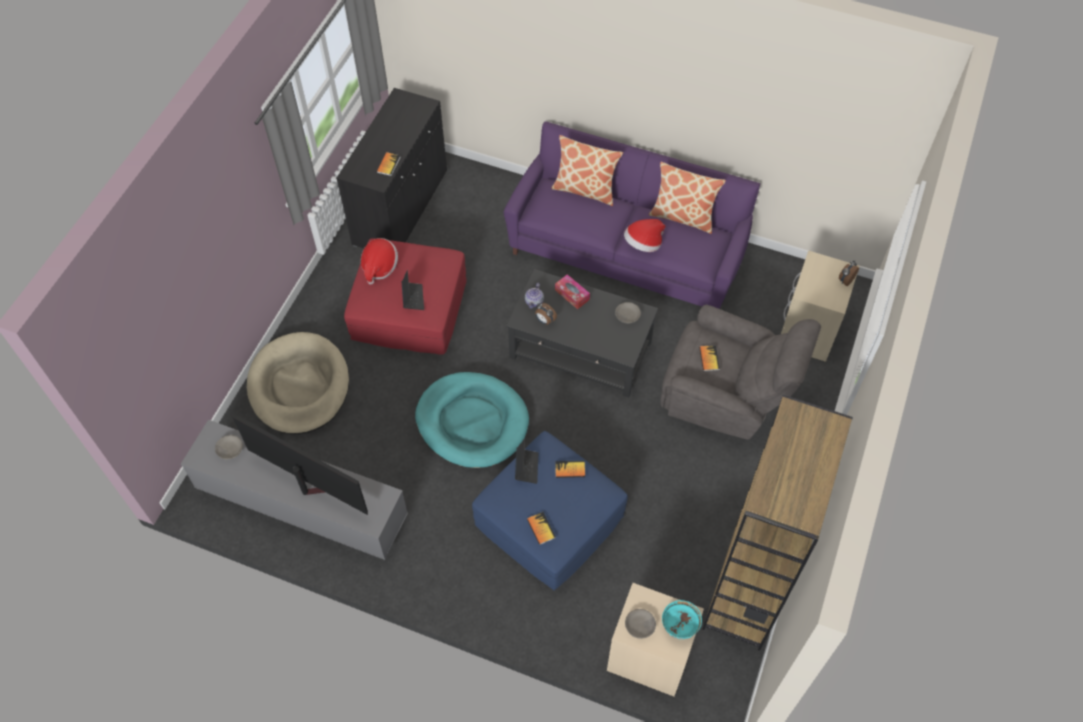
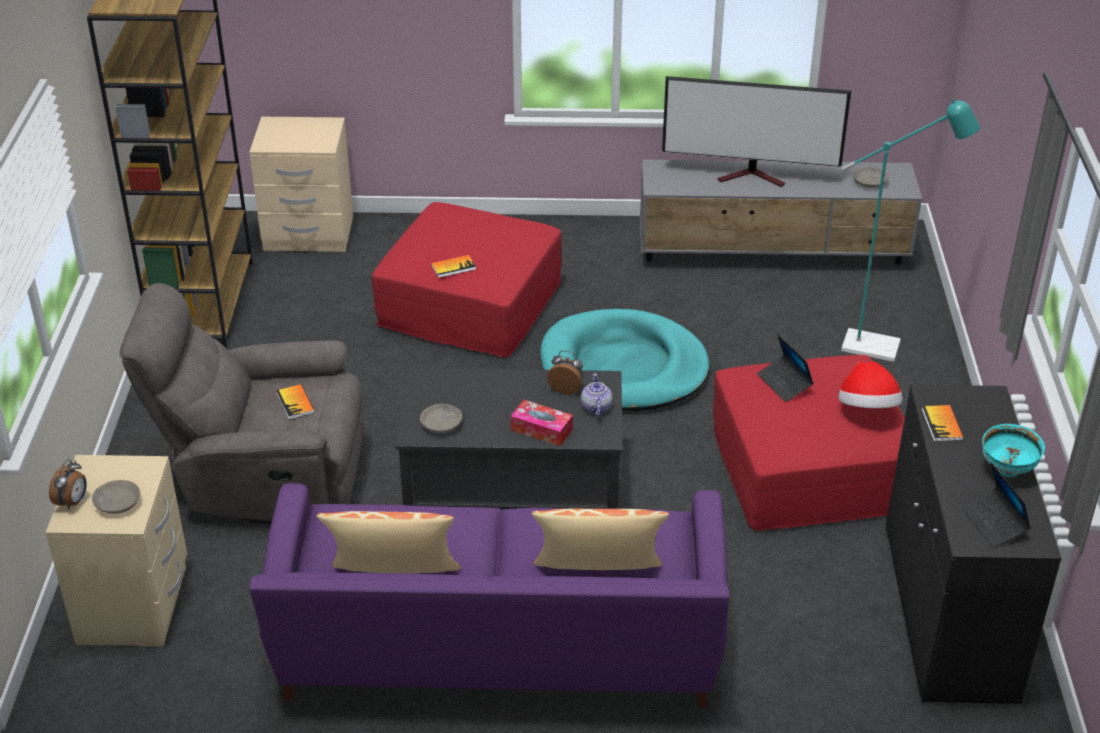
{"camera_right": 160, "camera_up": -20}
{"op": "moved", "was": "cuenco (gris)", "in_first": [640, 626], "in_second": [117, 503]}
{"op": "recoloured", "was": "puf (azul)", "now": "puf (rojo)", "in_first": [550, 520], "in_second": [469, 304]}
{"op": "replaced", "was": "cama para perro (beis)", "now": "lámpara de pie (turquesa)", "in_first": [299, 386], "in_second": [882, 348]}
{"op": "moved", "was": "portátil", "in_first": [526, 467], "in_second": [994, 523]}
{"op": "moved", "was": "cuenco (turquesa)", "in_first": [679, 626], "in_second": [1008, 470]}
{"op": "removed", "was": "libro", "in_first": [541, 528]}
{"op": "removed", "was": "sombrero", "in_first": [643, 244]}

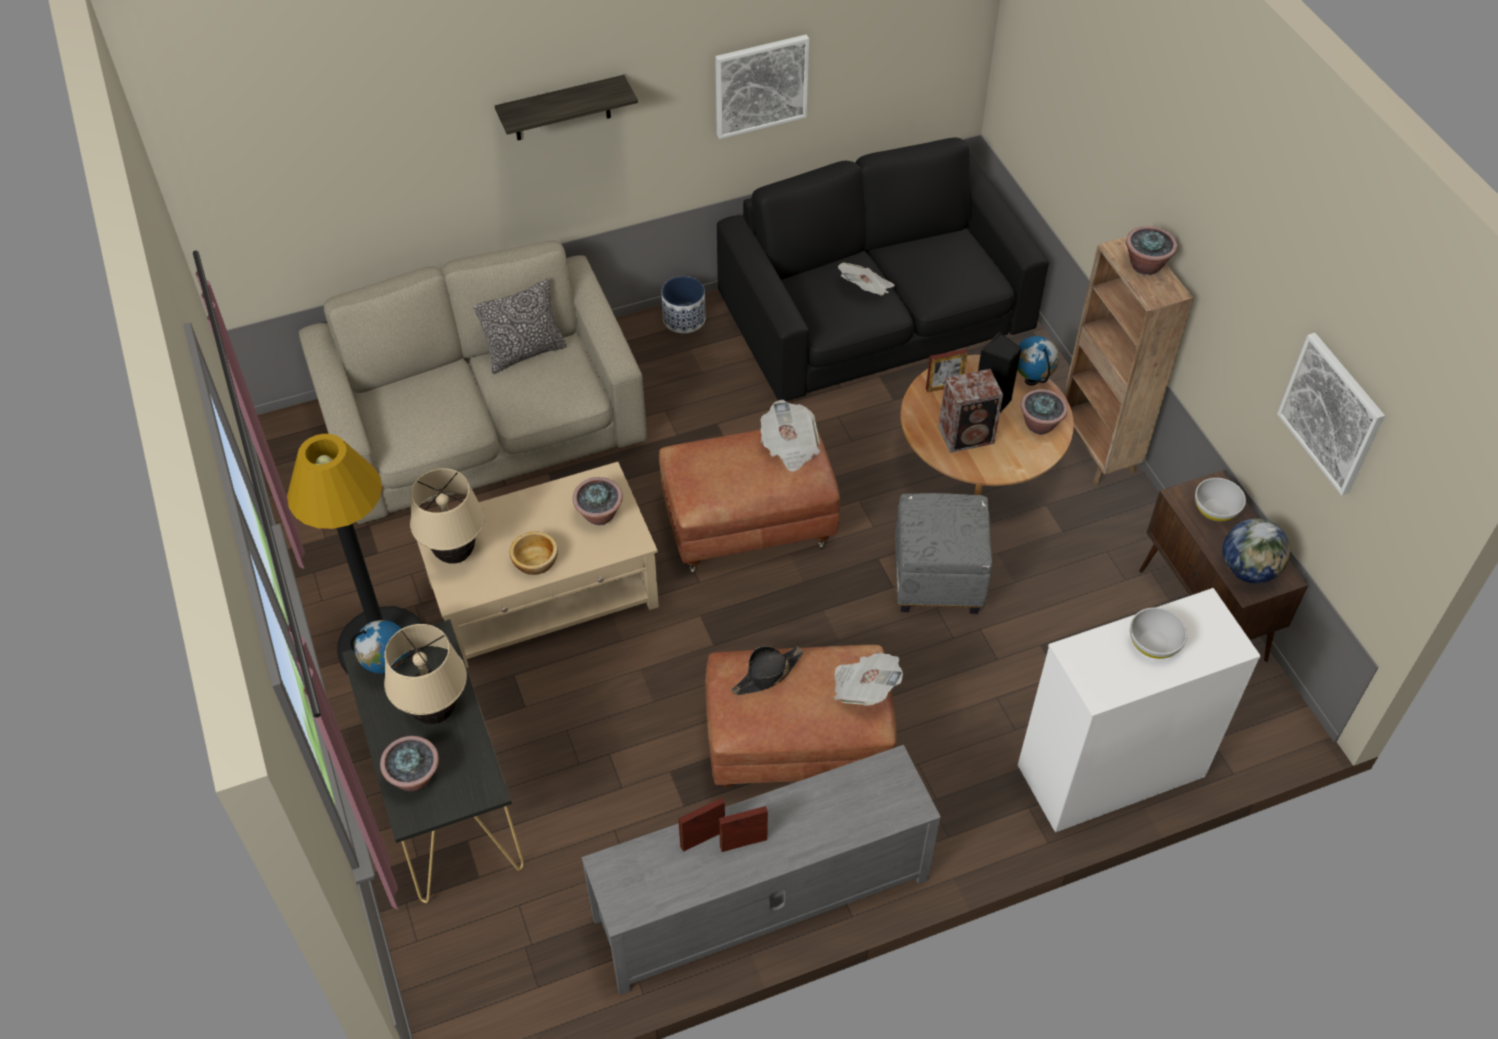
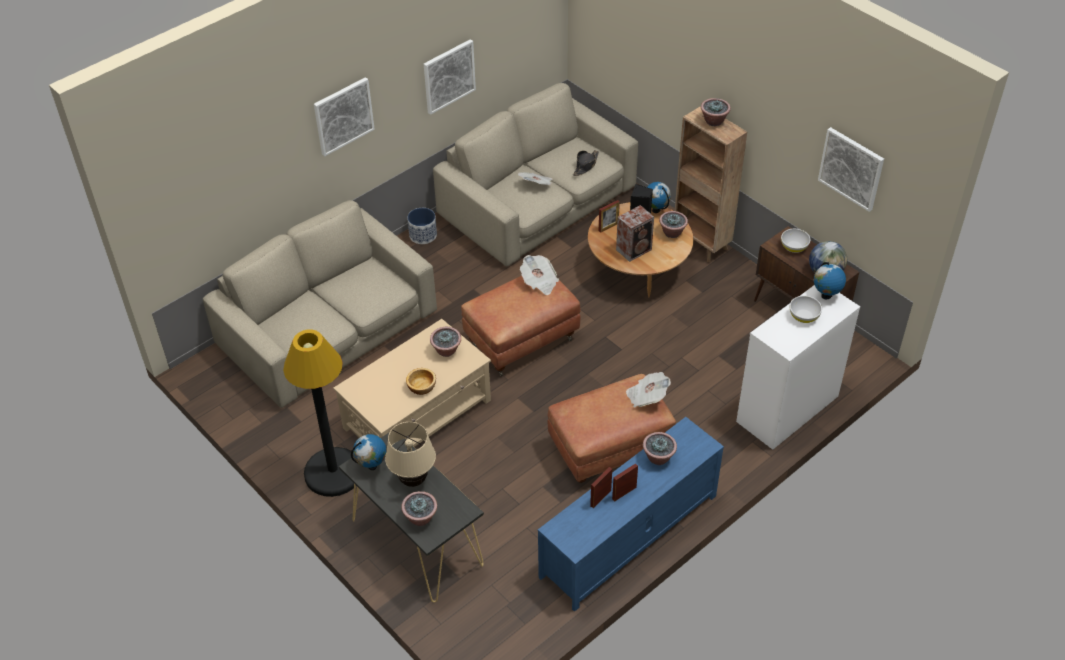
{"camera_right": -20, "camera_up": -5}
{"op": "replaced", "was": "estante", "now": "cuadro", "in_first": [561, 109], "in_second": [343, 116]}
{"op": "recoloured", "was": "sofá (negro)", "now": "sofá (beis)", "in_first": [876, 315], "in_second": [538, 202]}
{"op": "recoloured", "was": "mueble de televisión (gris)", "now": "mueble de televisión (azul)", "in_first": [760, 900], "in_second": [628, 536]}
{"op": "moved", "was": "sombrero (negro)", "in_first": [767, 674], "in_second": [585, 165]}
{"op": "added", "now": "planta en maceta", "in_second": [658, 457]}
{"op": "added", "now": "globo terráqueo", "in_second": [826, 296]}
{"op": "removed", "was": "lámpara de mesa (beis)", "in_first": [456, 554]}
{"op": "removed", "was": "cojín", "in_first": [525, 353]}
{"op": "removed", "was": "puf (gris)", "in_first": [938, 580]}

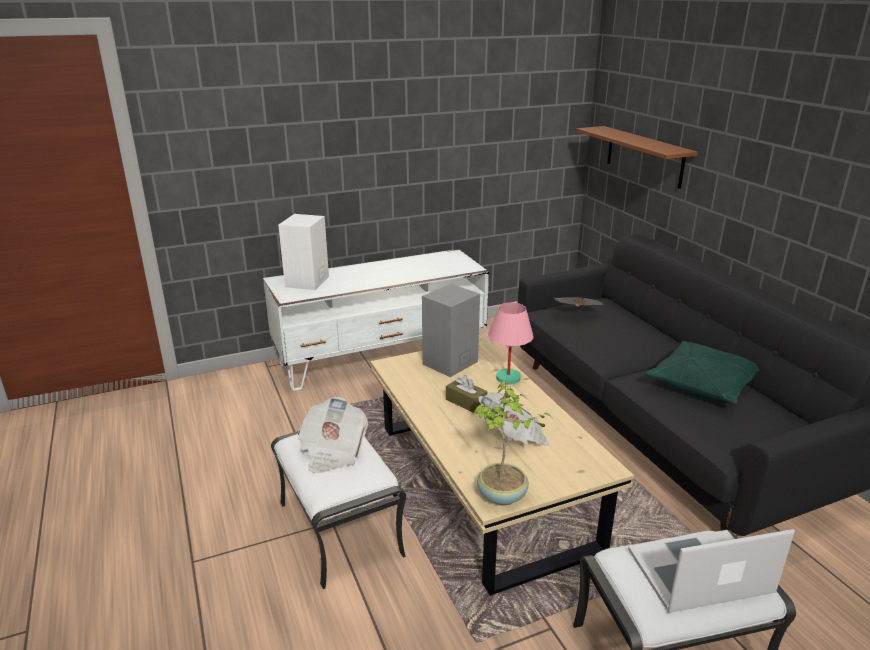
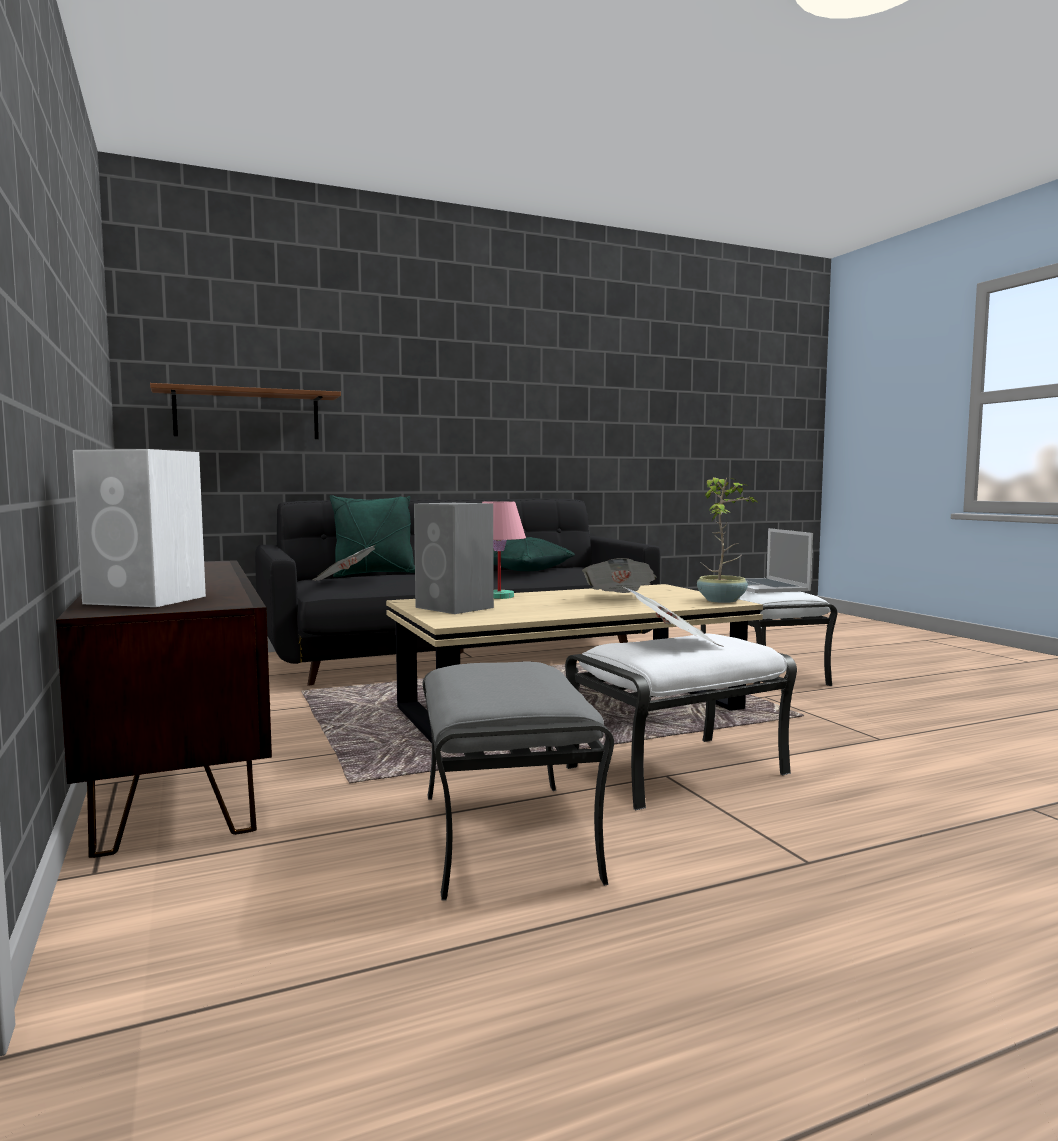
{"camera_right": -90, "camera_up": -20}
{"op": "recoloured", "was": "mueble de televisión (blanco)", "now": "mueble de televisión (marrón)", "in_first": [381, 357], "in_second": [181, 762]}
{"op": "added", "now": "cojín (verde)", "in_second": [374, 574]}
{"op": "added", "now": "puf (gris)", "in_second": [503, 834]}
{"op": "removed", "was": "caja de pañuelos (marrón)", "in_first": [466, 402]}

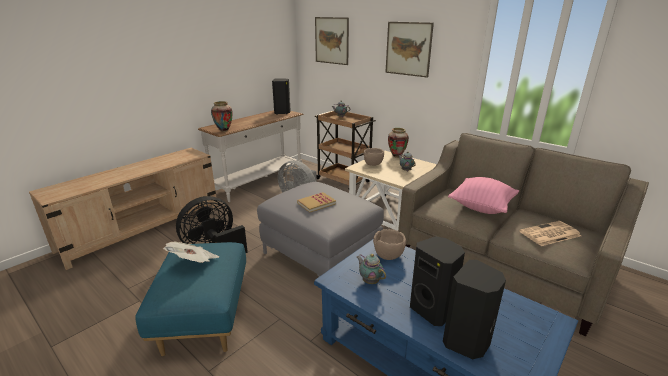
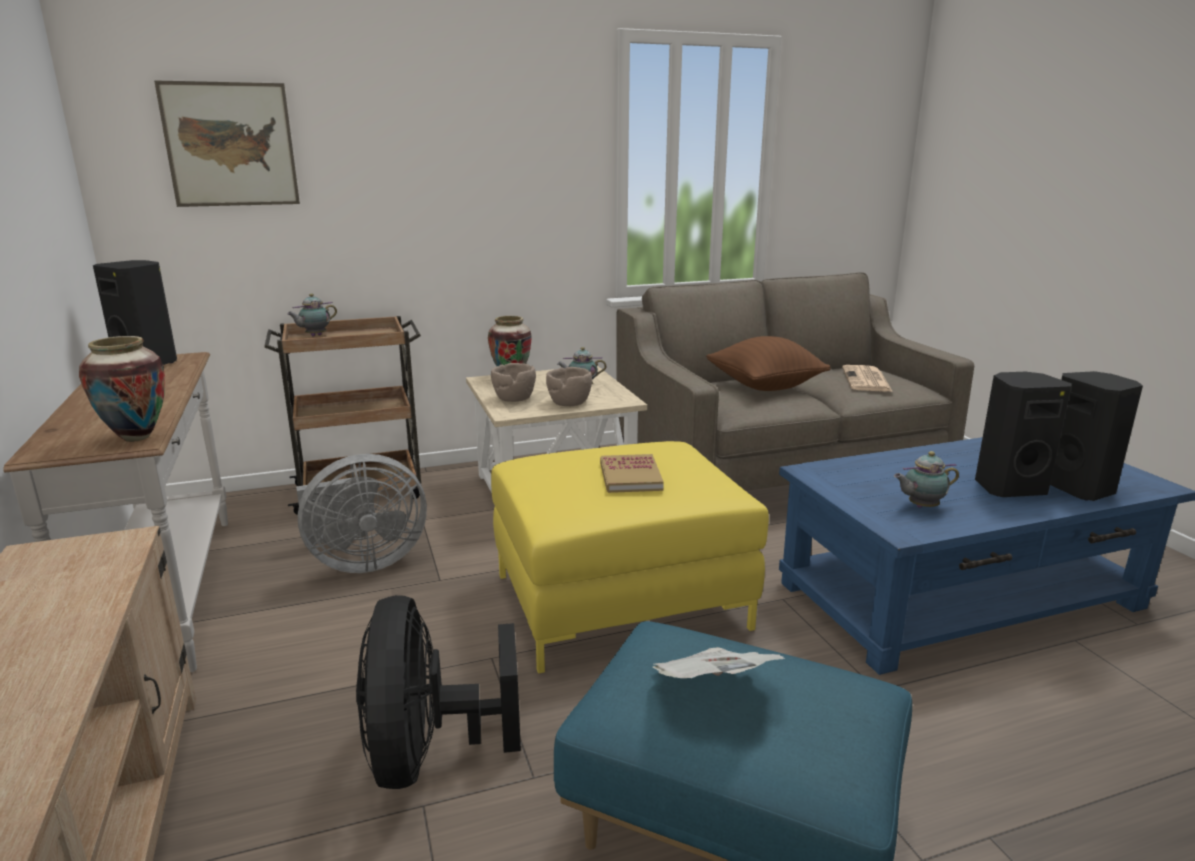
{"camera_right": -60, "camera_up": -5}
{"op": "recoloured", "was": "puf (gris)", "now": "puf (amarillo)", "in_first": [321, 255], "in_second": [619, 601]}
{"op": "moved", "was": "cuenco (marrón)", "in_first": [389, 255], "in_second": [569, 403]}
{"op": "recoloured", "was": "cojín (rosa)", "now": "cojín (marrón)", "in_first": [481, 207], "in_second": [764, 386]}
{"op": "removed", "was": "cuadro", "in_first": [408, 49]}

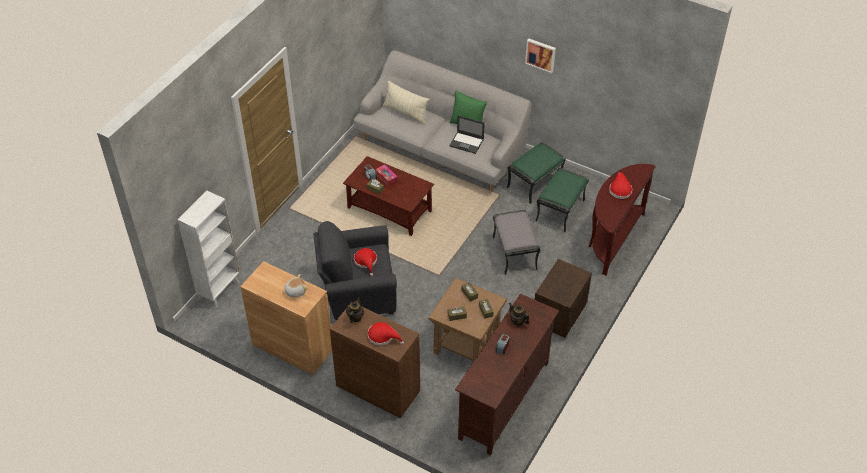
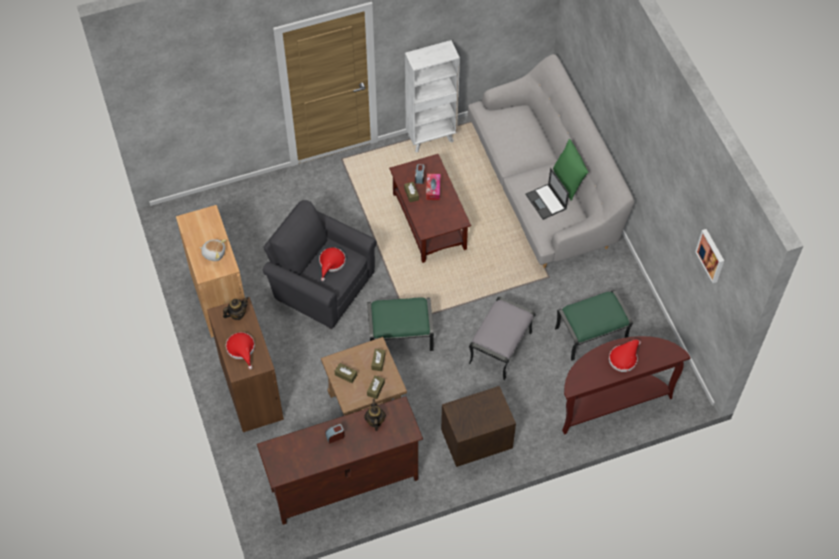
{"camera_right": 40, "camera_up": 10}
{"op": "moved", "was": "puf (verde)", "in_first": [534, 183], "in_second": [400, 336]}
{"op": "moved", "was": "estantería (blanco)", "in_first": [220, 290], "in_second": [431, 138]}
{"op": "moved", "was": "cuadro", "in_first": [541, 54], "in_second": [711, 255]}
{"op": "removed", "was": "cojín (beis)", "in_first": [405, 112]}

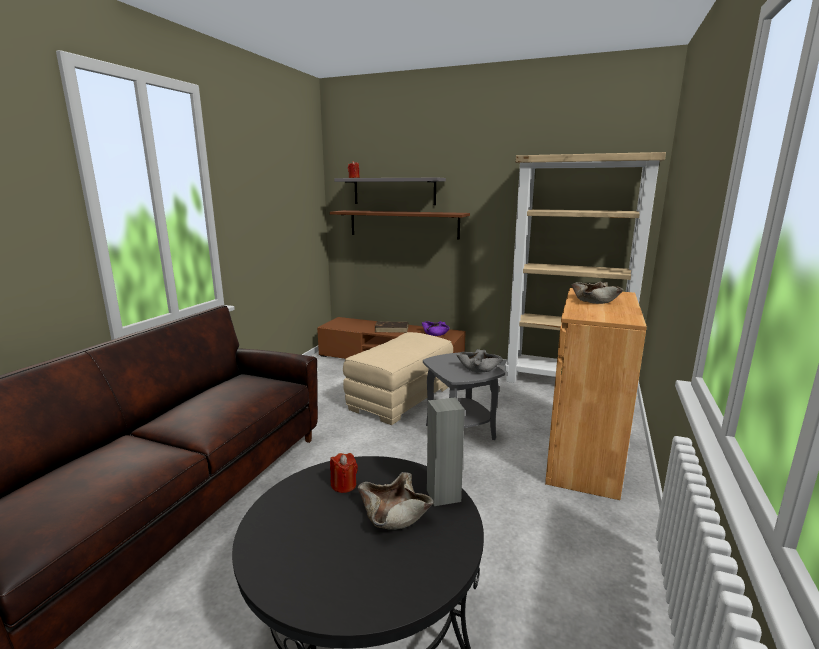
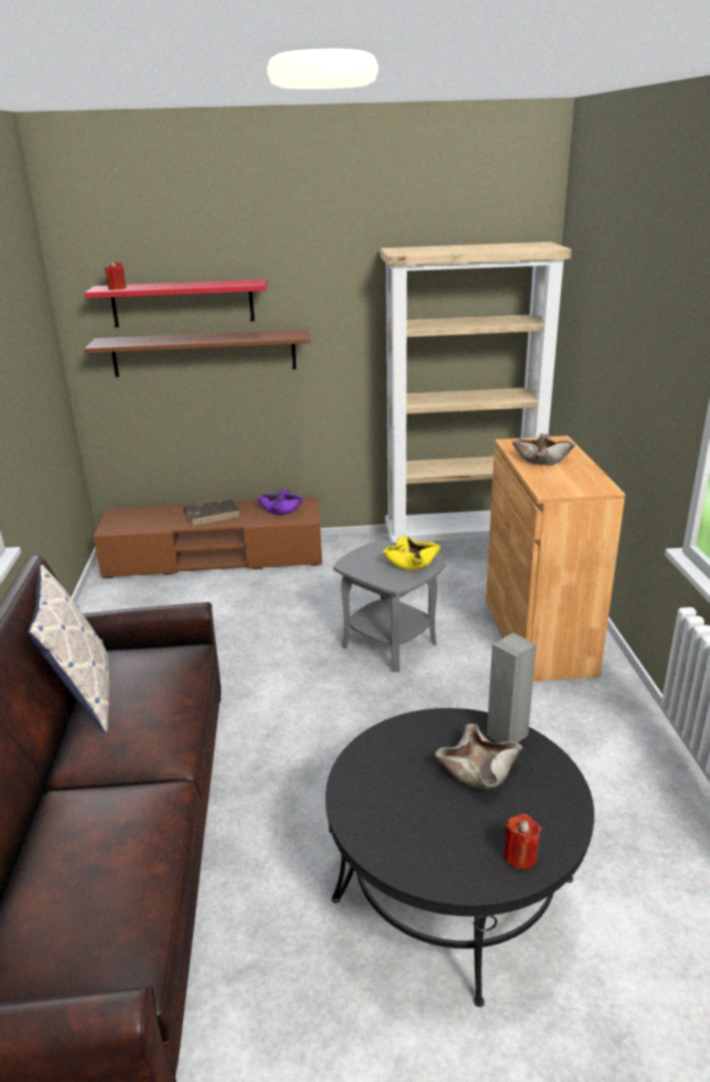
{"camera_right": -25, "camera_up": 10}
{"op": "added", "now": "cojín", "in_second": [84, 696]}
{"op": "recoloured", "was": "estante (gris)", "now": "estante (rojo)", "in_first": [394, 191], "in_second": [183, 303]}
{"op": "recoloured", "was": "cuenco (gris)", "now": "cuenco (amarillo)", "in_first": [479, 367], "in_second": [411, 562]}
{"op": "moved", "was": "vela (rojo)", "in_first": [344, 485], "in_second": [520, 856]}
{"op": "removed", "was": "puf (beis)", "in_first": [401, 398]}

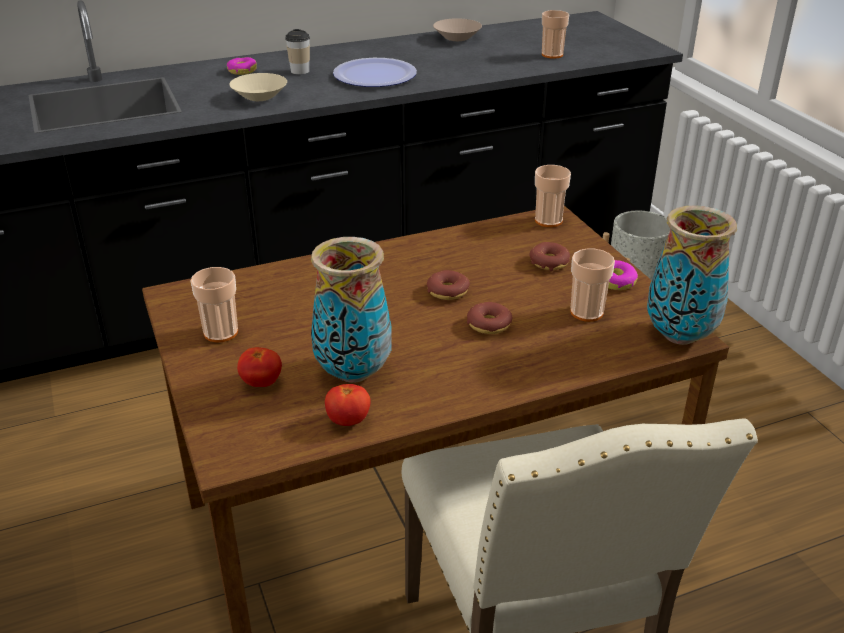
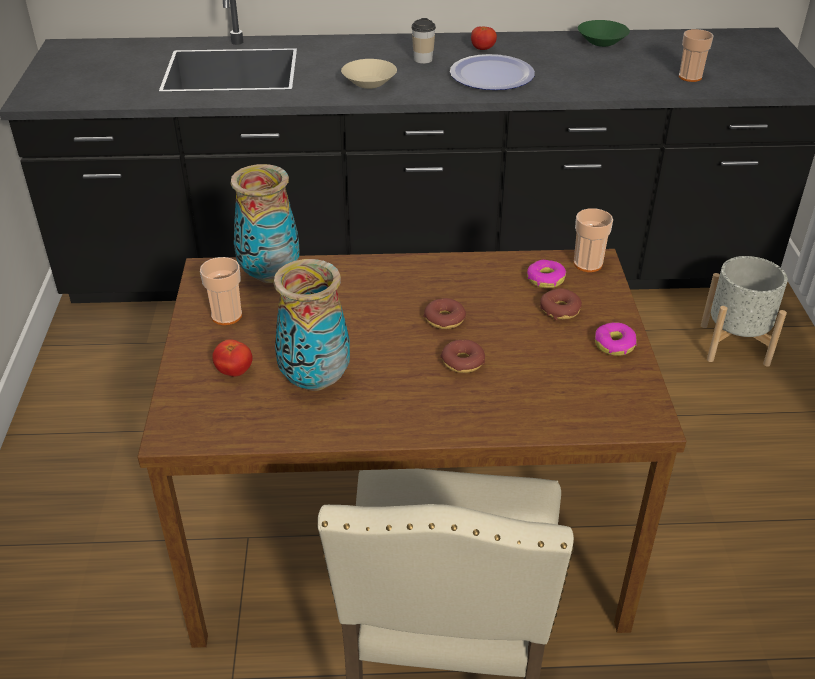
{"camera_right": 20, "camera_up": 5}
{"op": "moved", "was": "florero", "in_first": [678, 335], "in_second": [269, 275]}
{"op": "moved", "was": "tomate", "in_first": [348, 421], "in_second": [483, 49]}
{"op": "moved", "was": "rosquilla", "in_first": [242, 71], "in_second": [545, 279]}
{"op": "recoloured", "was": "cuenco (beis)", "now": "cuenco (verde)", "in_first": [457, 38], "in_second": [602, 42]}
{"op": "removed", "was": "taza", "in_first": [586, 312]}

